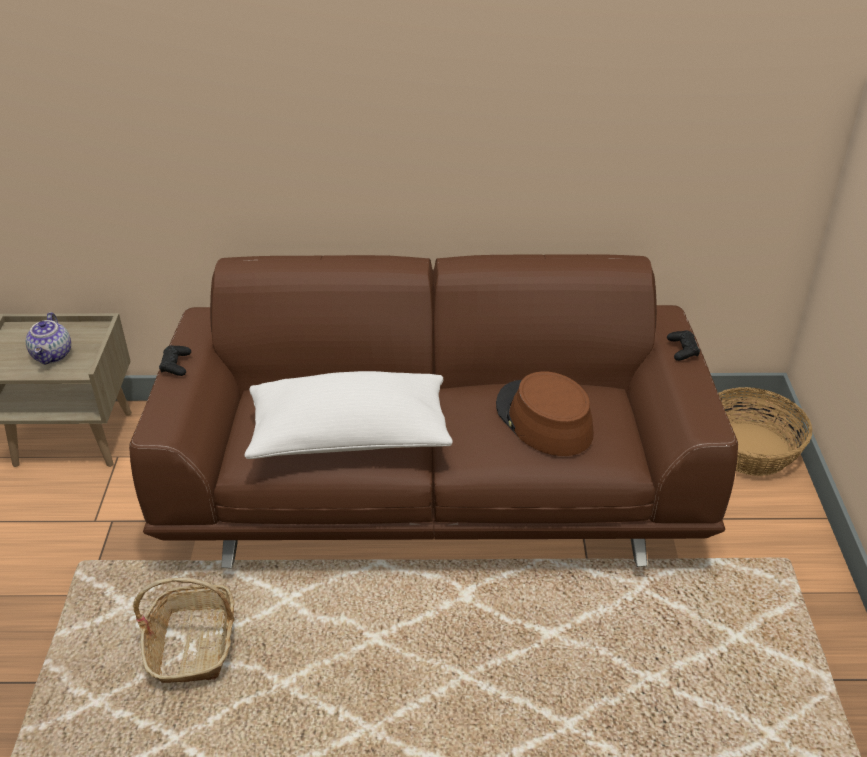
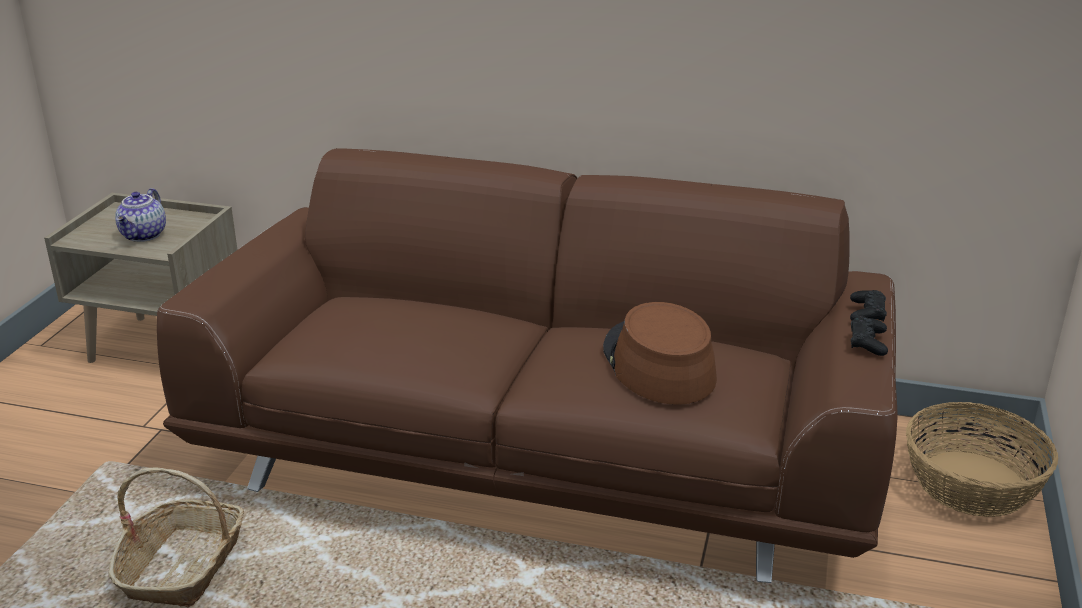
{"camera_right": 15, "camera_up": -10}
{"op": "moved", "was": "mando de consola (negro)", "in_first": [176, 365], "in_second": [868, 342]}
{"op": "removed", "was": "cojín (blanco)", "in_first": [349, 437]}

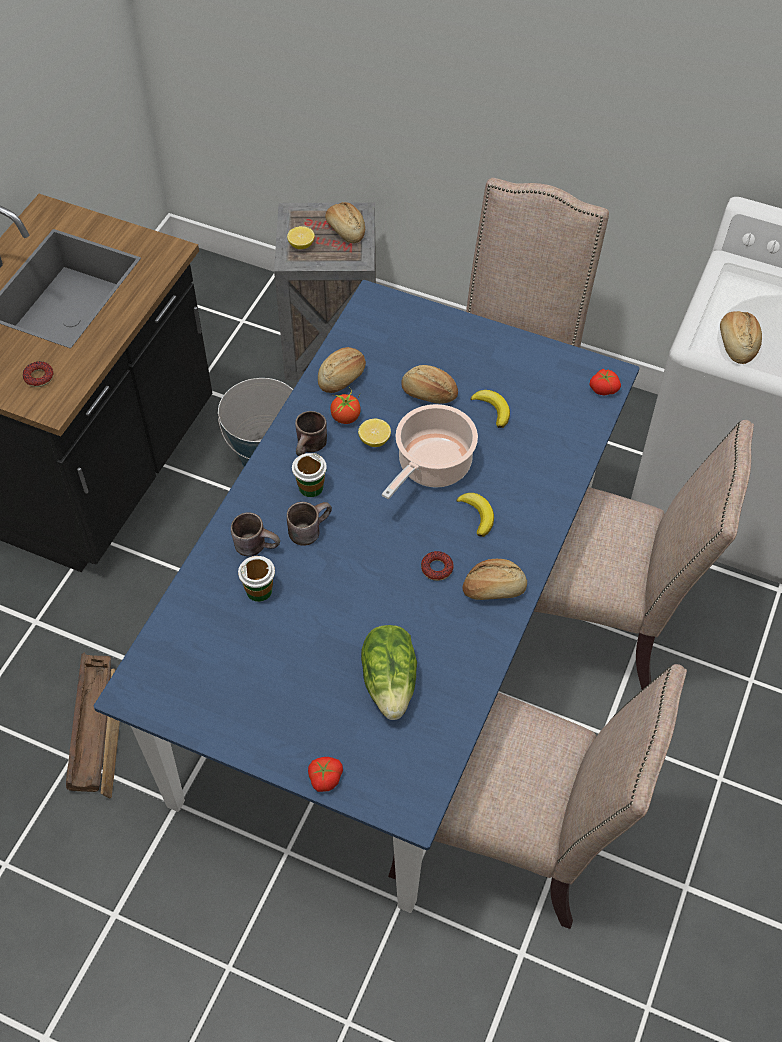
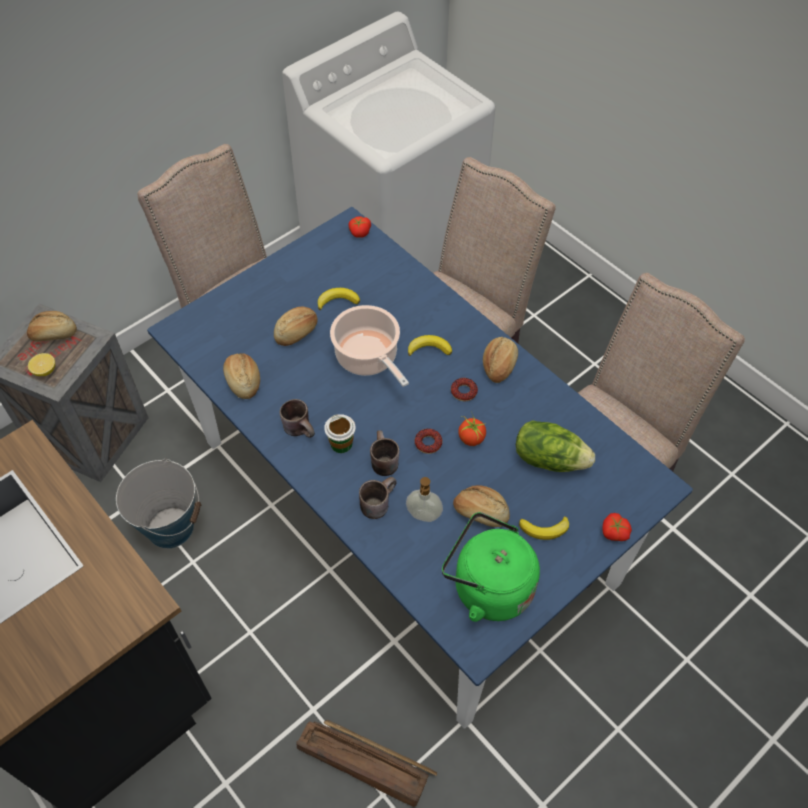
{"camera_right": -65, "camera_up": 0}
{"op": "replaced", "was": "taza", "now": "dispensador de jabón", "in_first": [259, 590], "in_second": [423, 516]}
{"op": "moved", "was": "rosquilla", "in_first": [39, 377], "in_second": [428, 443]}
{"op": "added", "now": "hervidor (verde)", "in_second": [488, 587]}
{"op": "moved", "was": "pan", "in_first": [737, 344], "in_second": [481, 512]}
{"op": "moved", "was": "tomate", "in_first": [346, 417], "in_second": [471, 438]}
{"op": "added", "now": "plátano", "in_second": [545, 529]}
{"op": "removed", "was": "limón", "in_first": [374, 440]}

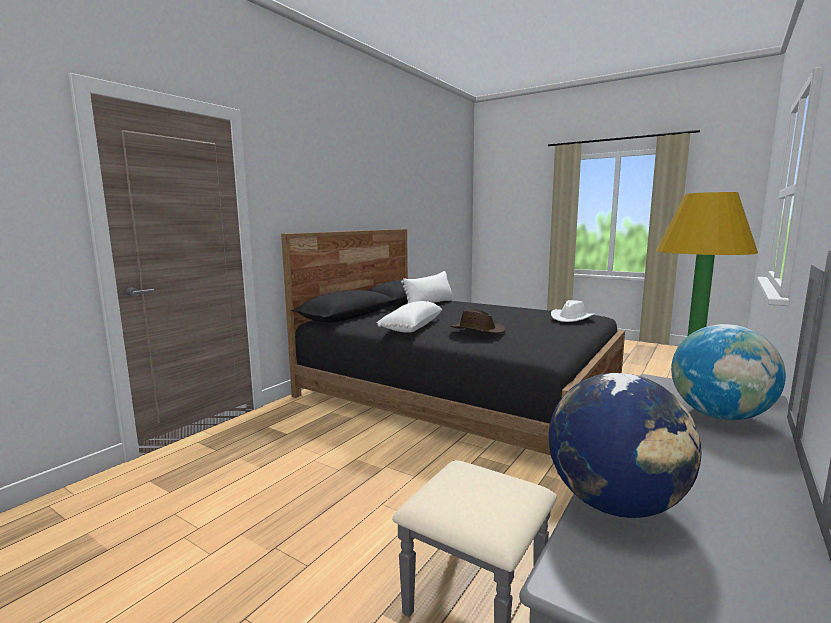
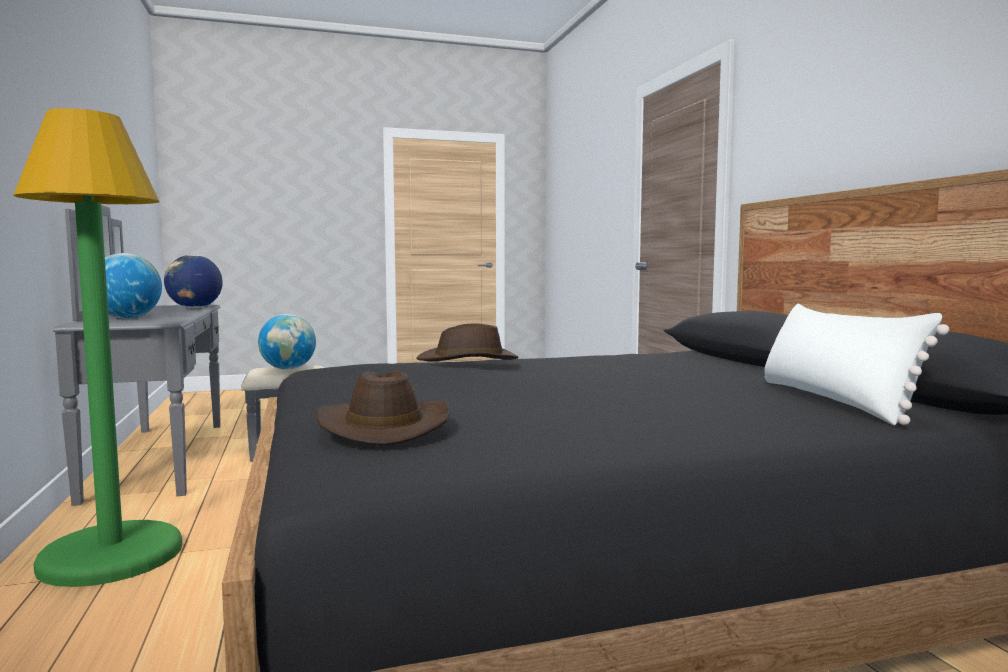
{"camera_right": 130, "camera_up": -5}
{"op": "added", "now": "globo terráqueo", "in_second": [288, 369]}
{"op": "recoloured", "was": "sombrero (blanco)", "now": "sombrero (marrón)", "in_first": [572, 318], "in_second": [383, 426]}
{"op": "removed", "was": "cojín (blanco)", "in_first": [410, 327]}

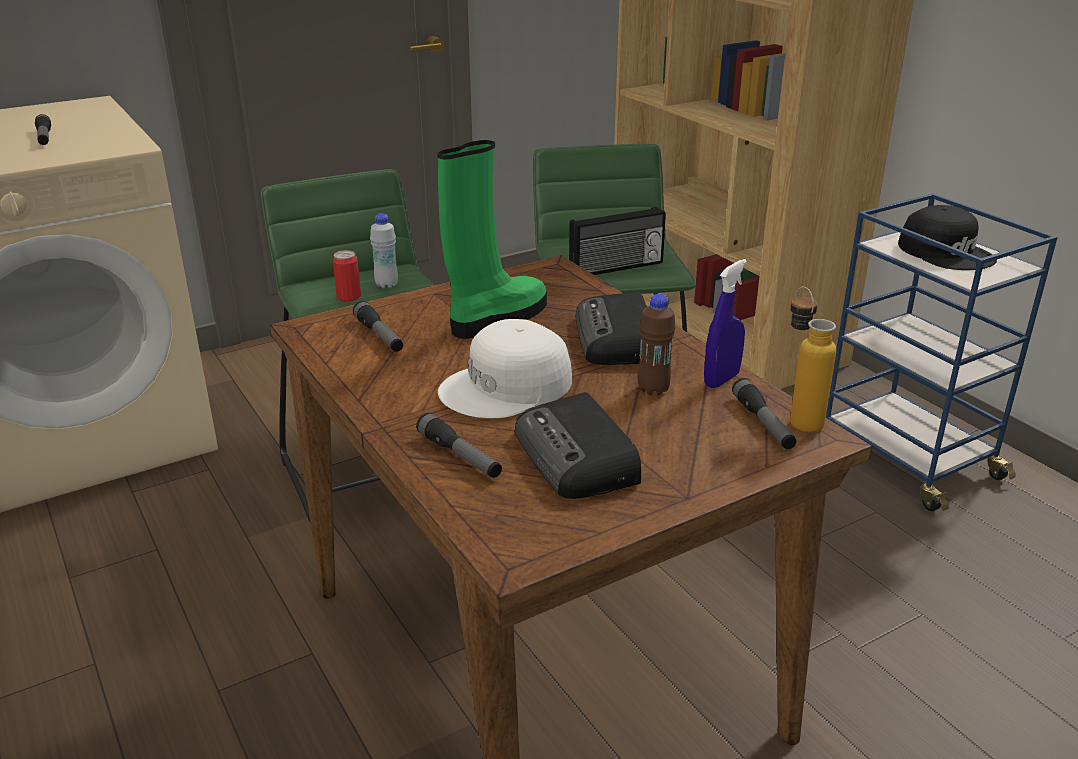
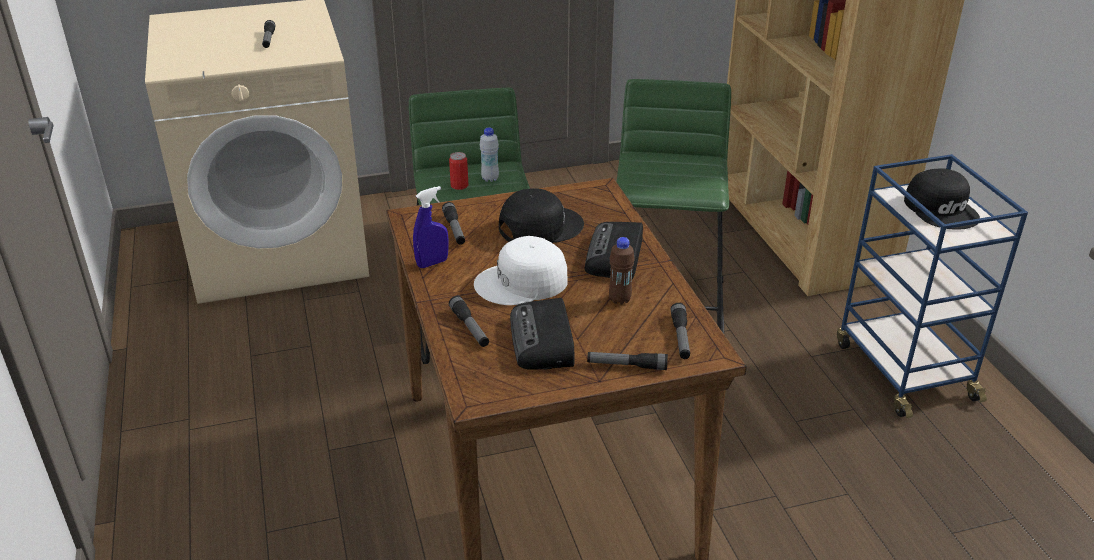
{"camera_right": 15, "camera_up": 5}
{"op": "moved", "was": "pulverizador (azul)", "in_first": [721, 380], "in_second": [432, 263]}
{"op": "replaced", "was": "bota (verde)", "now": "gorra (negro)", "in_first": [496, 319], "in_second": [539, 227]}
{"op": "added", "now": "linterna", "in_second": [626, 365]}
{"op": "removed", "was": "radio", "in_first": [617, 267]}
{"op": "removed", "was": "botella", "in_first": [798, 418]}

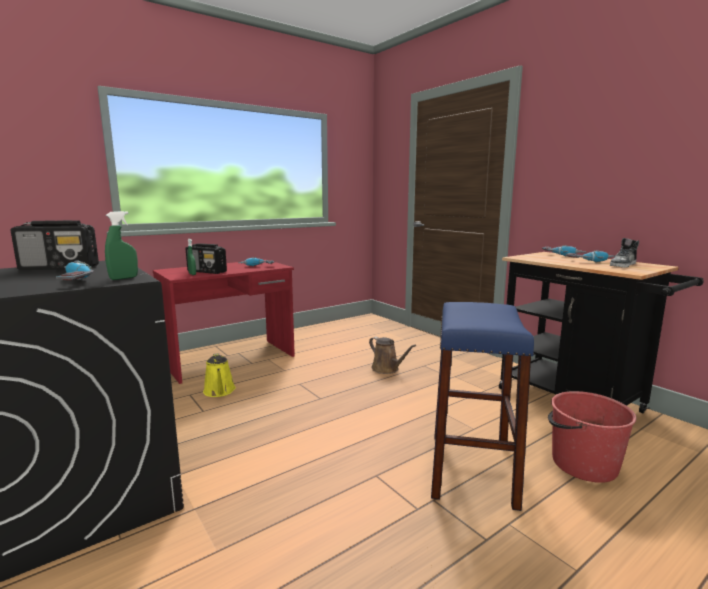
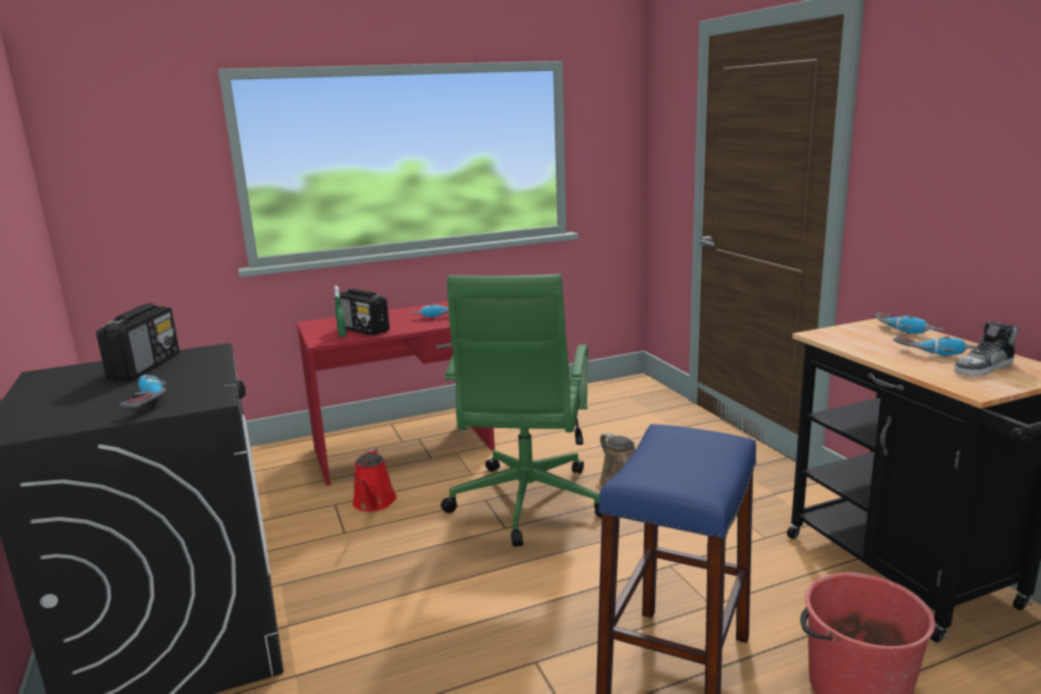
{"camera_right": 15, "camera_up": 5}
{"op": "turned", "was": "radio", "in_first": [60, 268], "in_second": [146, 366], "clockwise": -90}
{"op": "recoloured", "was": "regadera (amarillo)", "now": "regadera (rojo)", "in_first": [219, 391], "in_second": [374, 503]}
{"op": "added", "now": "silla de oficina (verde)", "in_second": [526, 504]}
{"op": "removed", "was": "pulverizador (verde)", "in_first": [124, 278]}

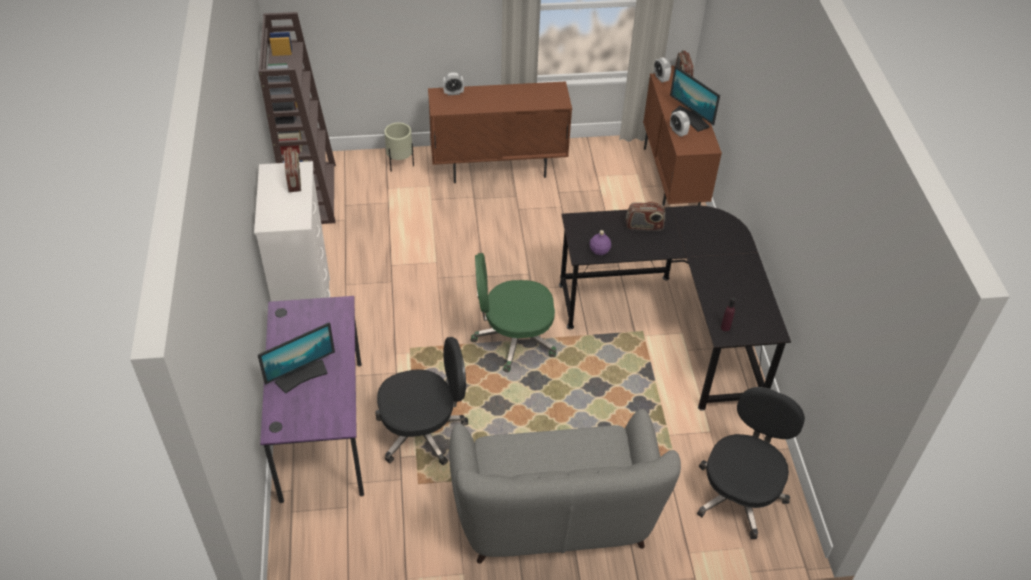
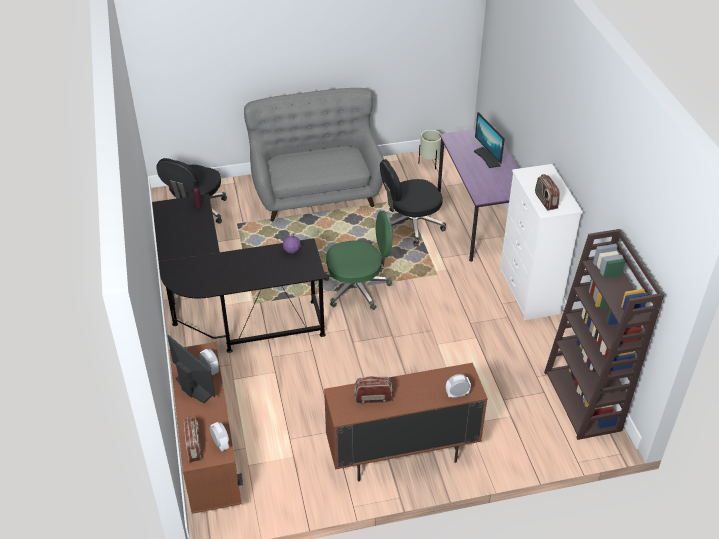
{"camera_right": 175, "camera_up": -5}
{"op": "moved", "was": "radio", "in_first": [644, 226], "in_second": [373, 398]}
{"op": "moved", "was": "maceta (beis)", "in_first": [400, 164], "in_second": [429, 164]}
{"op": "turned", "was": "monitor", "in_first": [301, 375], "in_second": [488, 158], "clockwise": -75}

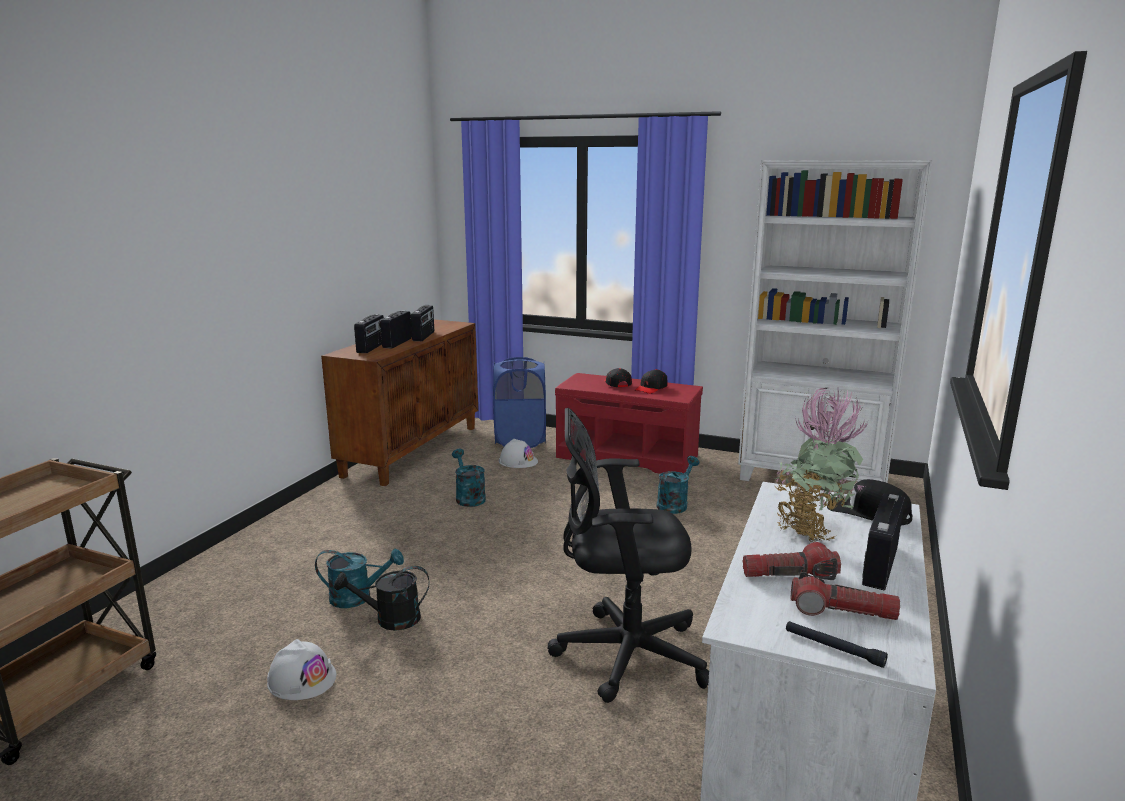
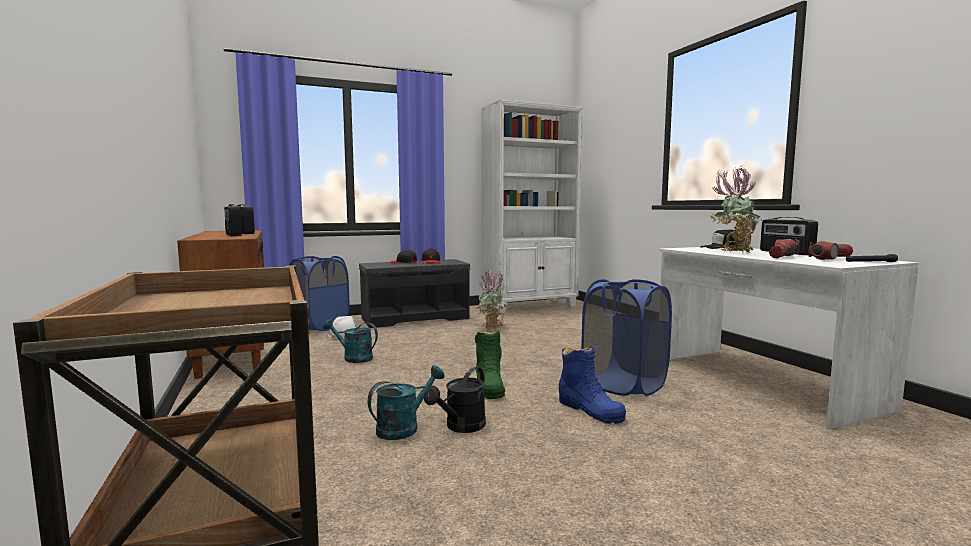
{"camera_right": -45, "camera_up": -10}
{"op": "recoloured", "was": "banco (rojo)", "now": "banco (gris)", "in_first": [628, 456], "in_second": [416, 318]}
{"op": "added", "now": "bota (verde)", "in_second": [489, 387]}
{"op": "replaced", "was": "regadera (turquesa)", "now": "planta en maceta", "in_first": [675, 504], "in_second": [493, 328]}
{"op": "added", "now": "bota (azul)", "in_second": [590, 410]}
{"op": "replaced", "was": "silla de oficina (negro)", "now": "cesto de la ropa (azul)", "in_first": [623, 654], "in_second": [623, 385]}
{"op": "removed", "was": "casco (blanco)", "in_first": [302, 679]}
{"op": "removed", "was": "radio", "in_first": [371, 347]}

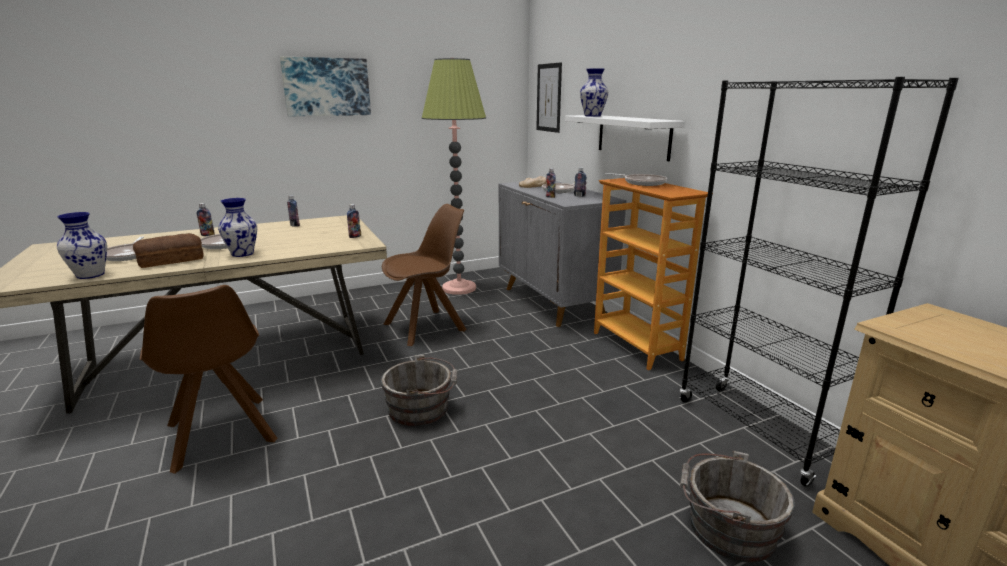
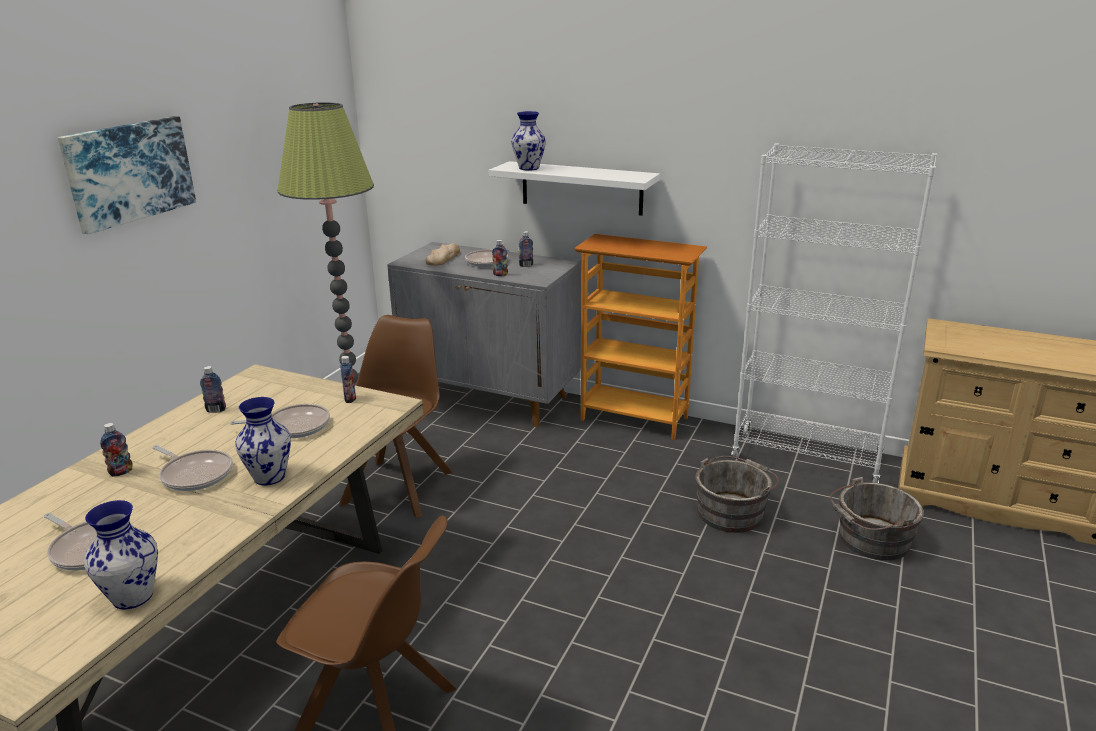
{"camera_right": -40, "camera_up": 5}
{"op": "moved", "was": "sartén", "in_first": [642, 183], "in_second": [294, 426]}
{"op": "moved", "was": "cubo (gris)", "in_first": [422, 408], "in_second": [732, 512]}
{"op": "recoloured", "was": "estantería (negro)", "now": "estantería (blanco)", "in_first": [757, 431], "in_second": [806, 458]}
{"op": "removed", "was": "pan", "in_first": [170, 260]}
{"op": "removed", "was": "cuadro", "in_first": [549, 98]}

